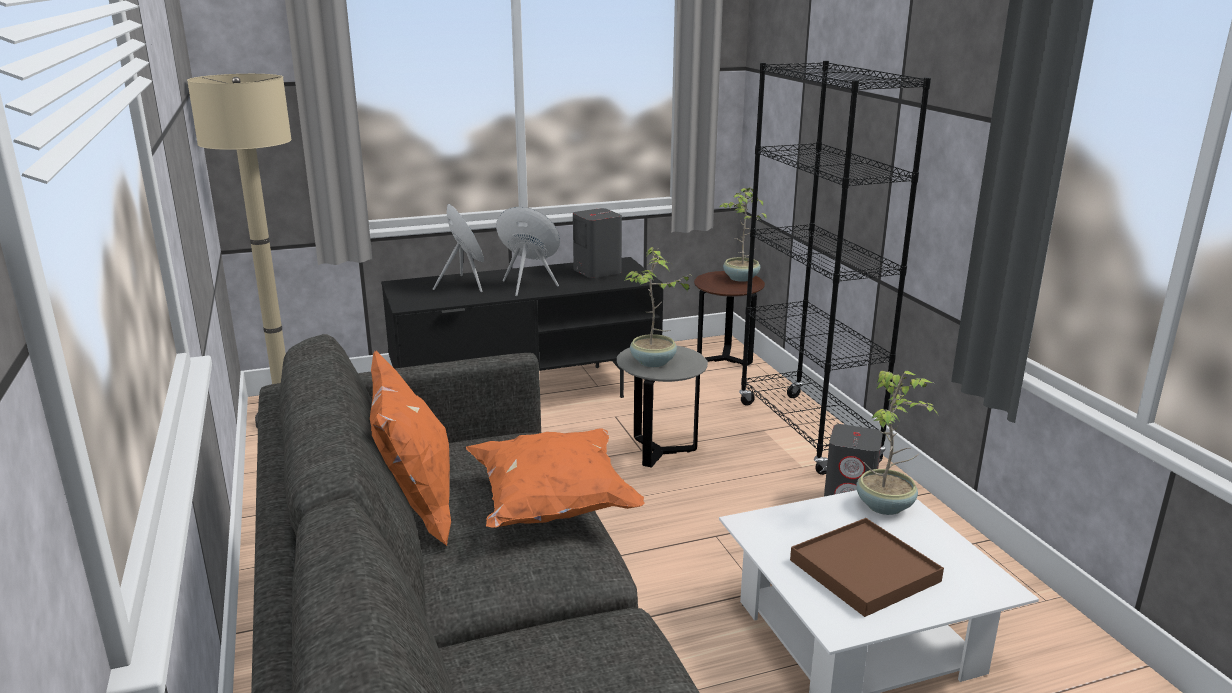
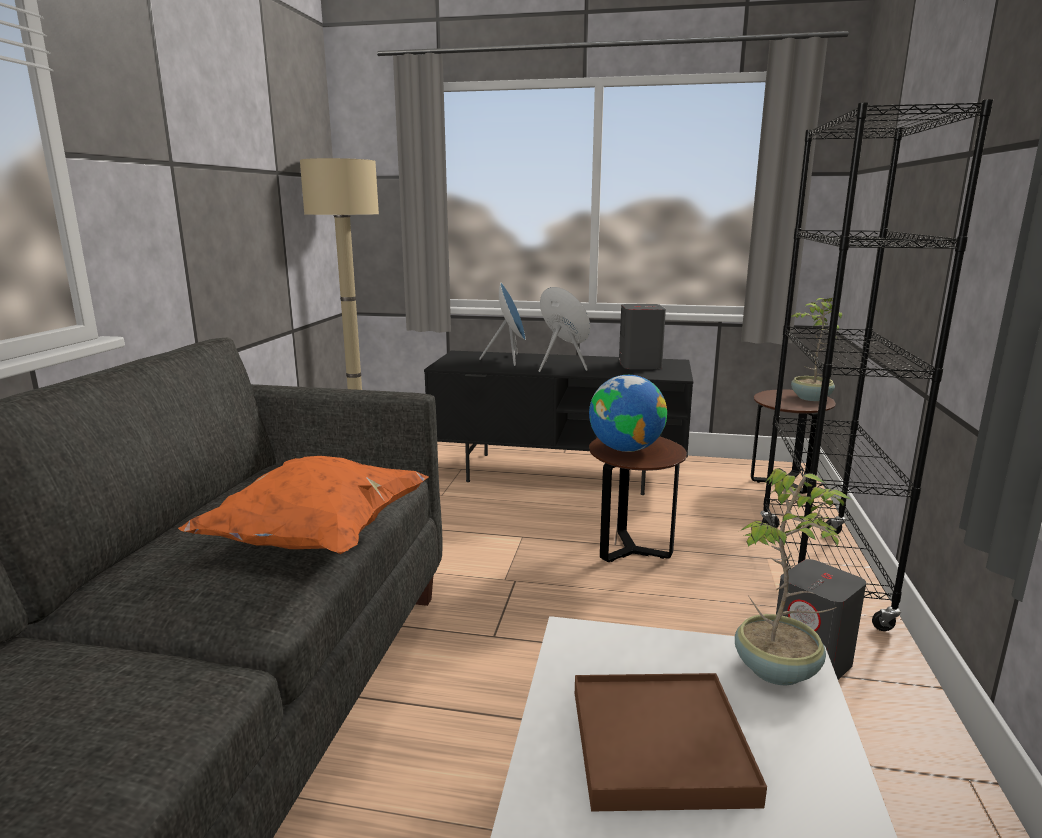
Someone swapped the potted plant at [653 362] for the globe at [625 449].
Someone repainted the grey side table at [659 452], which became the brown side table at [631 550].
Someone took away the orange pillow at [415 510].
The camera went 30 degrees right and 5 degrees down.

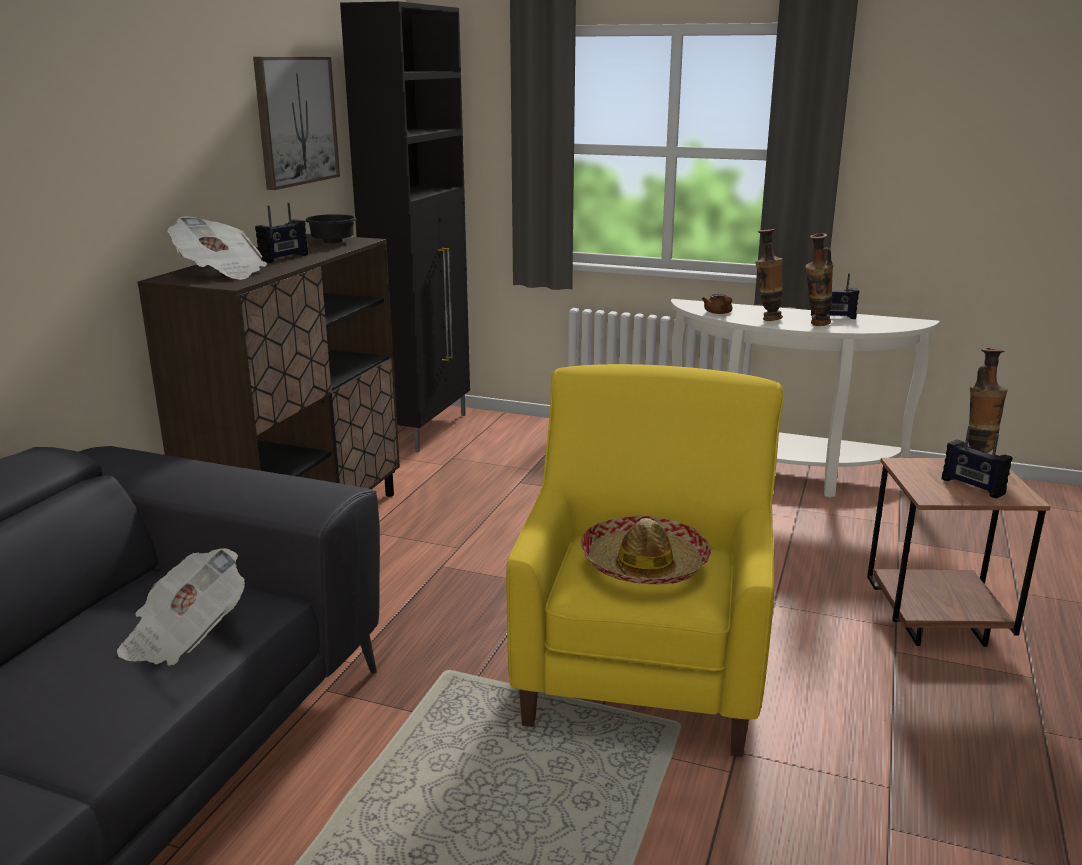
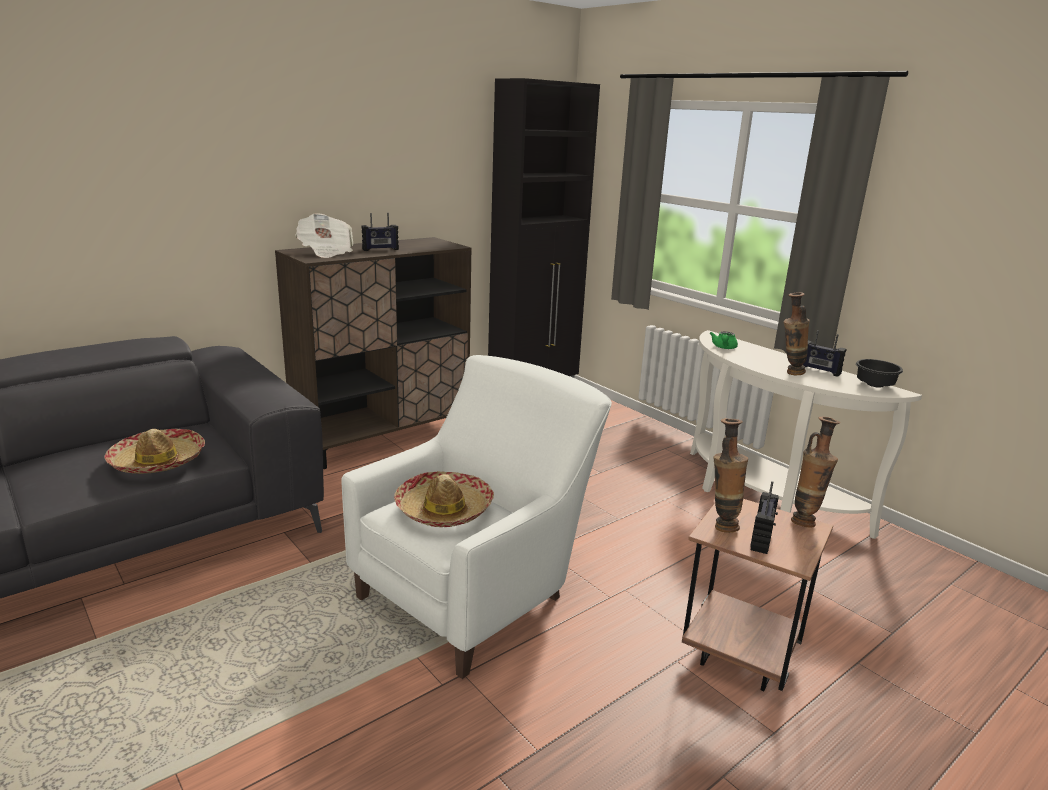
Someone swapped the newspaper at [185 636] for the hat at [158 461].
Someone repainted the yellow armchair at [644 664], which became the white armchair at [478 592].
Someone repainted the brown teapot at [719 313], which became the green teapot at [723 348].
Someone carried the vase from [766 319] to [721 525].
Someone rotated the radio at [972 487] by 150 degrees counterclockwise.
Someone carried the black bowl from [331 242] to [873 385].
Someone took away the picture at [296 121].
The camera went 30 degrees right and 0 degrees up.

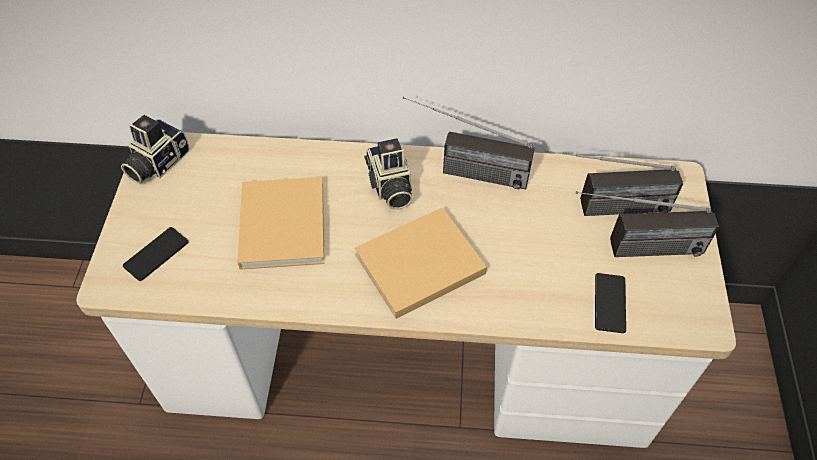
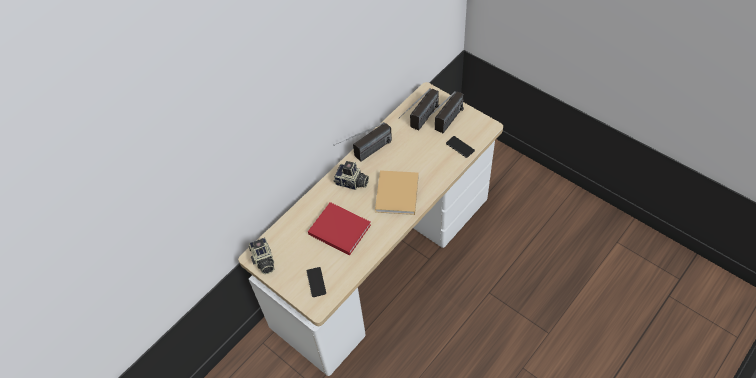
Someone repainted the beige book at [283 222], which became the red book at [338 229].
The camera went 50 degrees left and 0 degrees up.

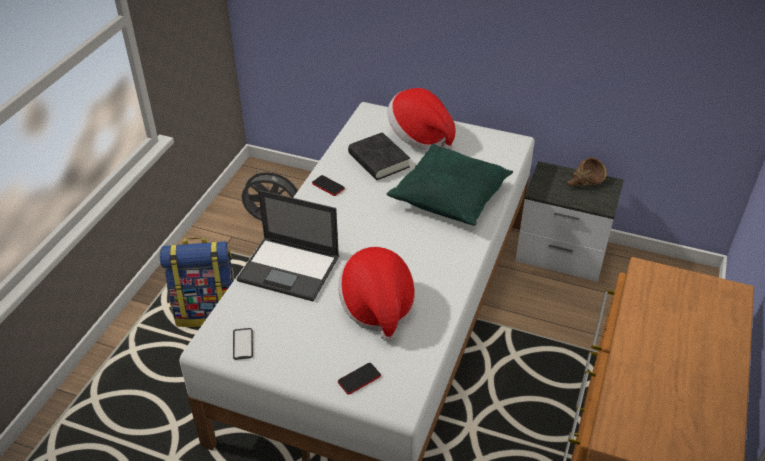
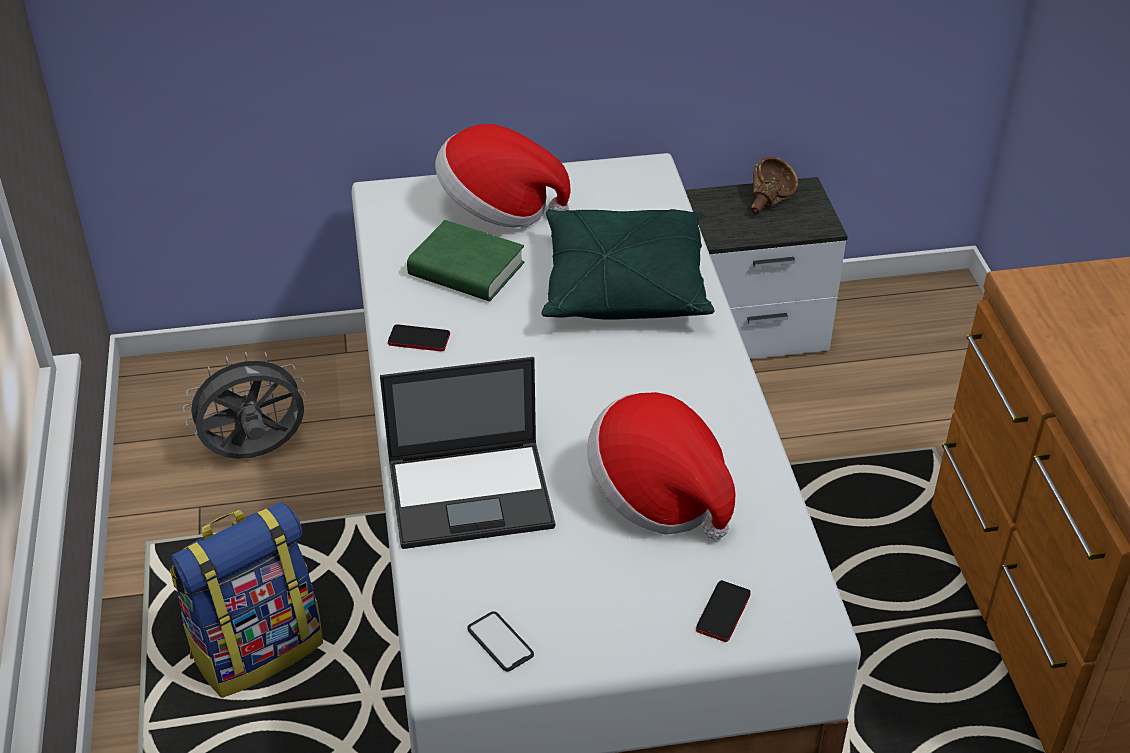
Someone repainted the black book at [378 161], which became the green book at [466 269].
The camera went 30 degrees left and 0 degrees up.

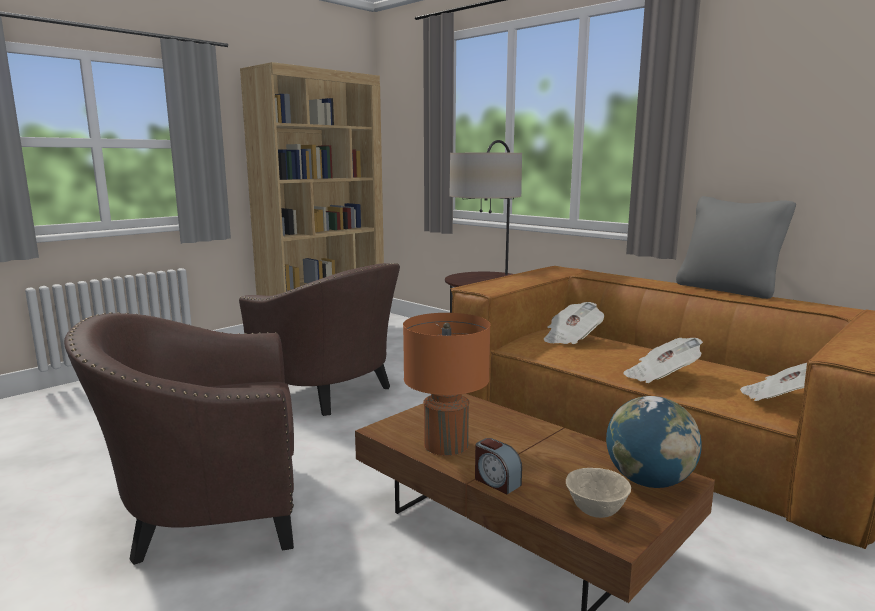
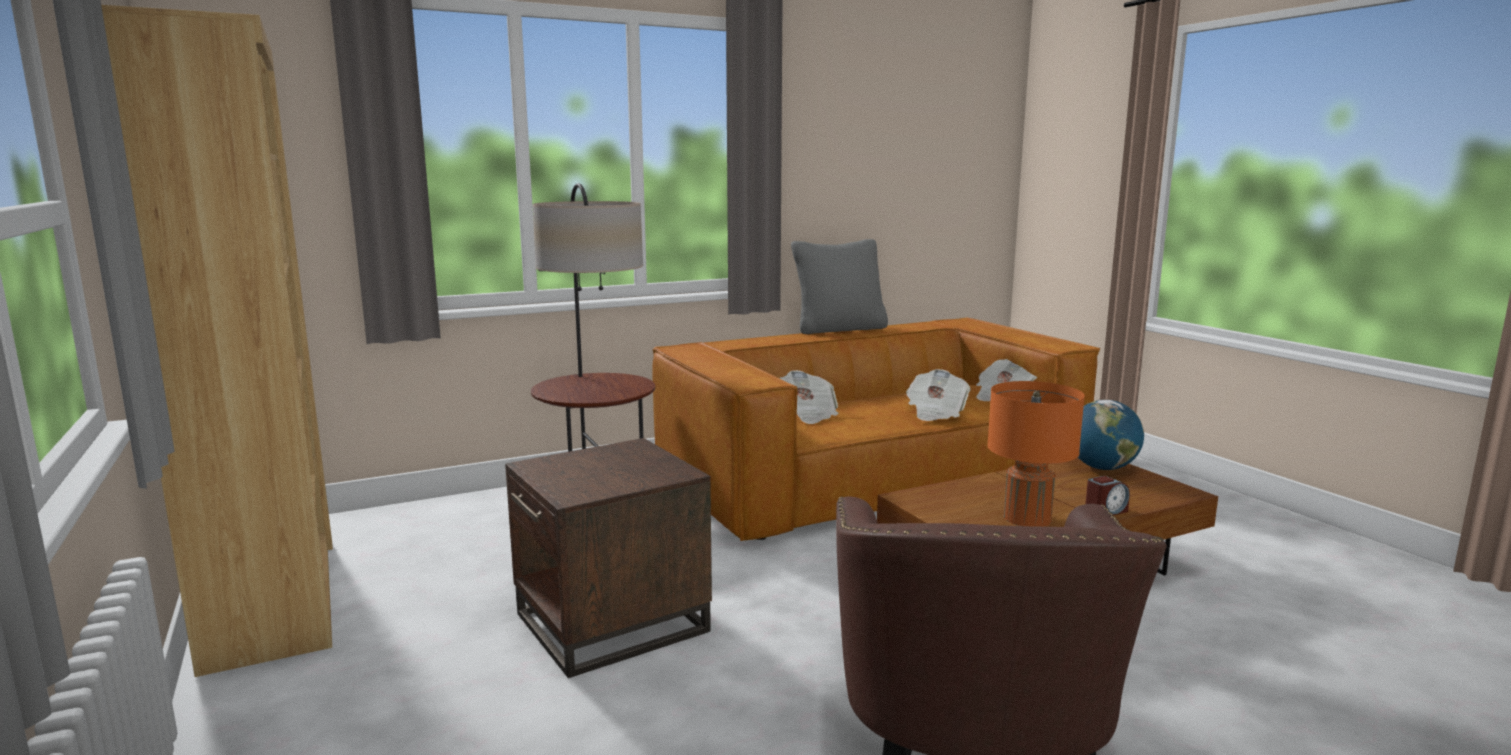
Someone swapped the brown armchair at [332 392] for the brown side table at [612 623].
Someone took away the beige bowl at [595 512].
The camera went 70 degrees left and 0 degrees up.

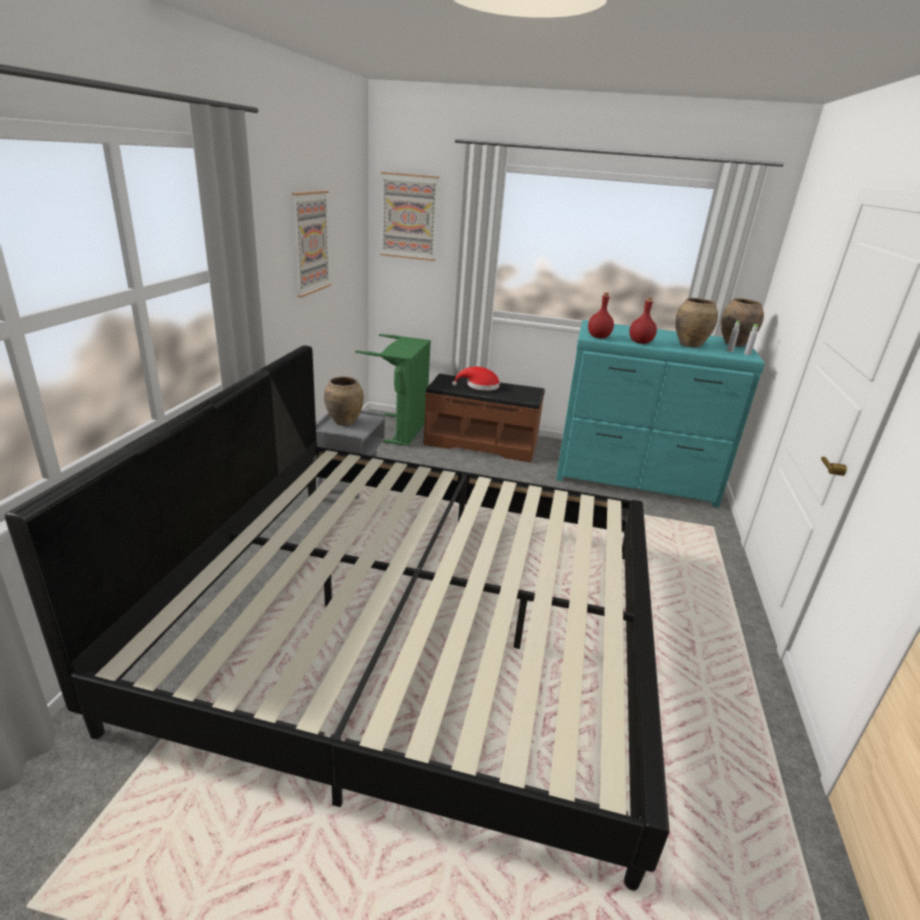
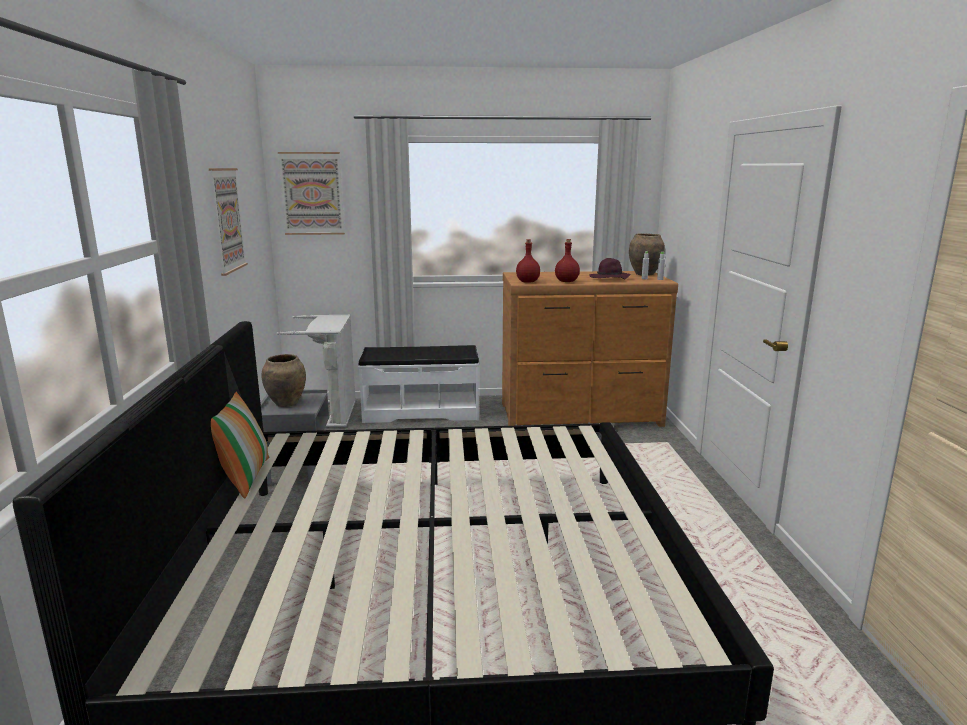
Someone put down the pillow at [242 477].
Someone repainted the green laundry basket at [400 431], which became the grey laundry basket at [332 414].
Someone repainted the brown bench at [481 443], which became the white bench at [421 412].
Someone repainted the turquoise dresser at [635 477], which became the brown dresser at [581 415].
Someone swapped the brown vase at [689 345] for the purple hat at [609 278].
Someone took away the red hat at [480 386].
The camera went 15 degrees left and 10 degrees down.

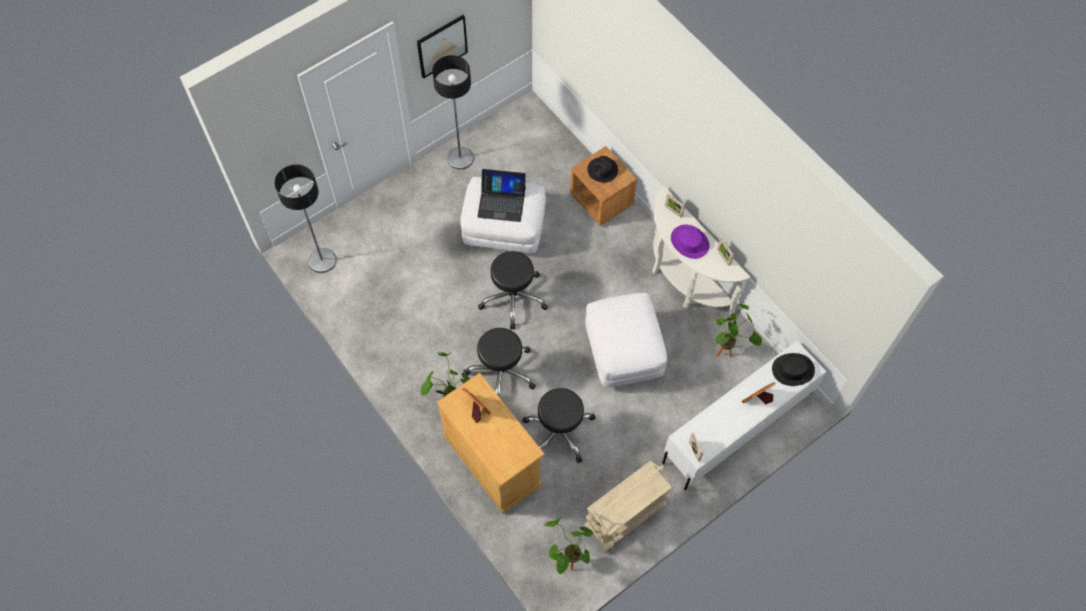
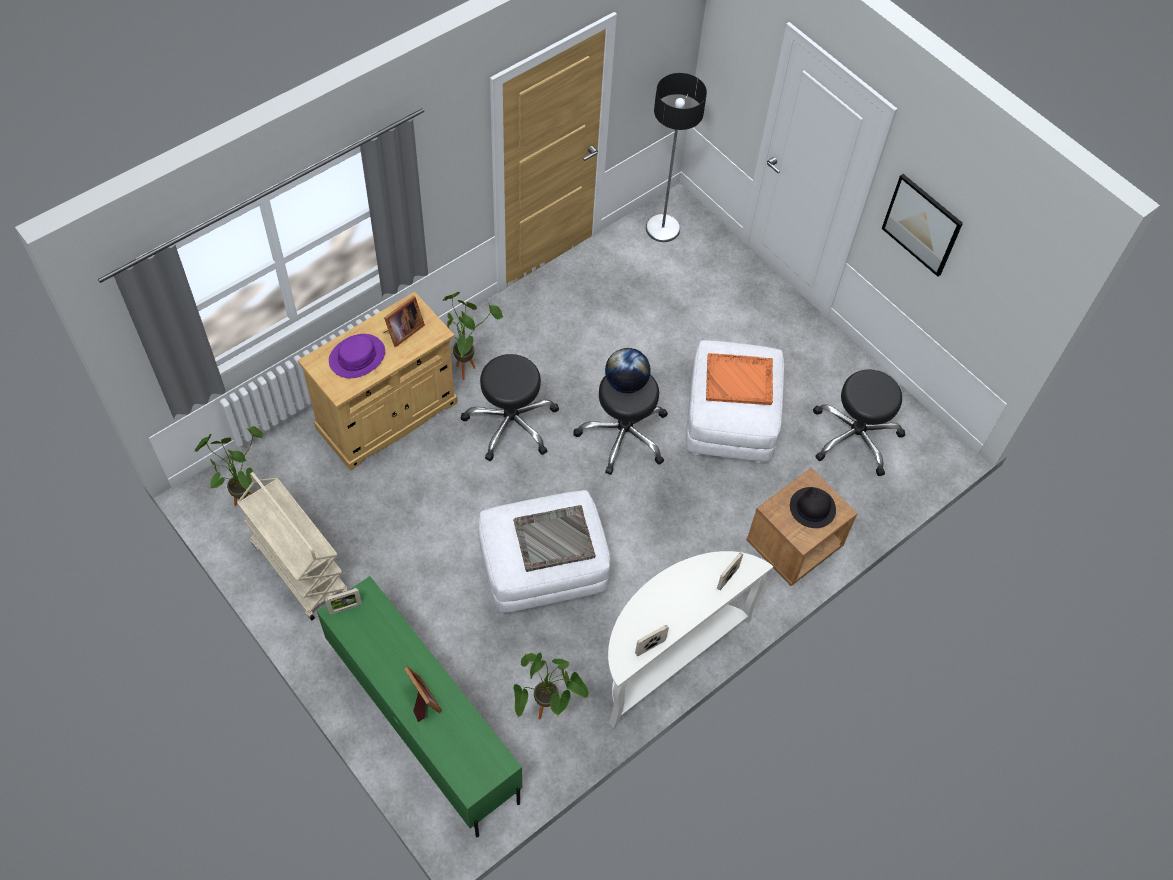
Someone repainted the white tv stand at [736 427], which became the green tv stand at [422 720].
Someone carried the purple hat from [689 242] to [357 357].
Someone put down the grey tray at [553 539].
Someone put down the globe at [626 383].
Someone swapped the laptop at [501 202] for the orange tray at [740 380].
Someone carried the black stool from [559 431] to [855 436].
Someone took away the floor lamp at [460 158].
Someone took away the black hat at [793 369].
The camera went 85 degrees right and 5 degrees down.

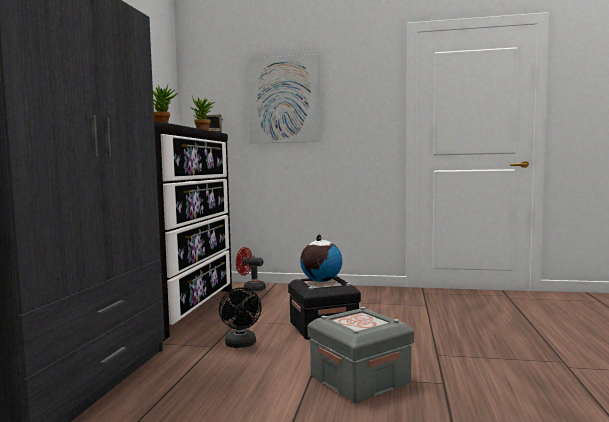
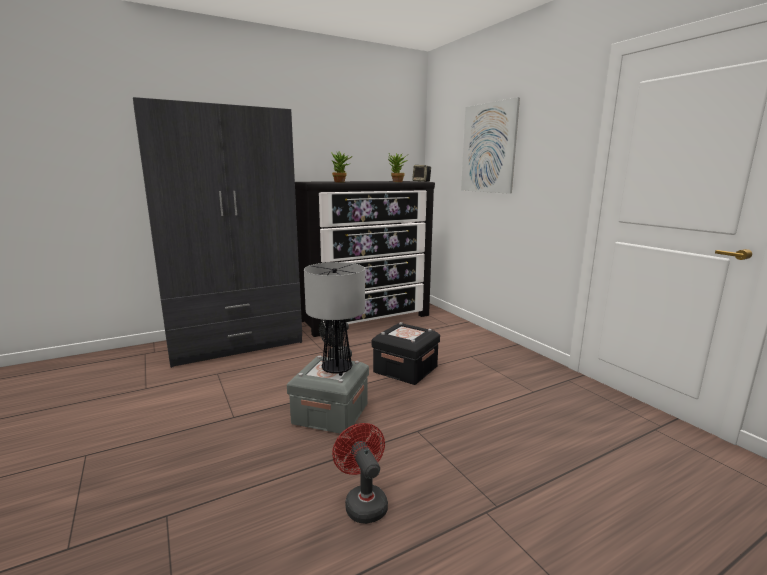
Someone put down the table lamp at [336 370].
Someone carried the red fan from [250 288] to [363 502].
Someone took away the globe at [321 281].
The camera went 50 degrees right and 10 degrees up.

